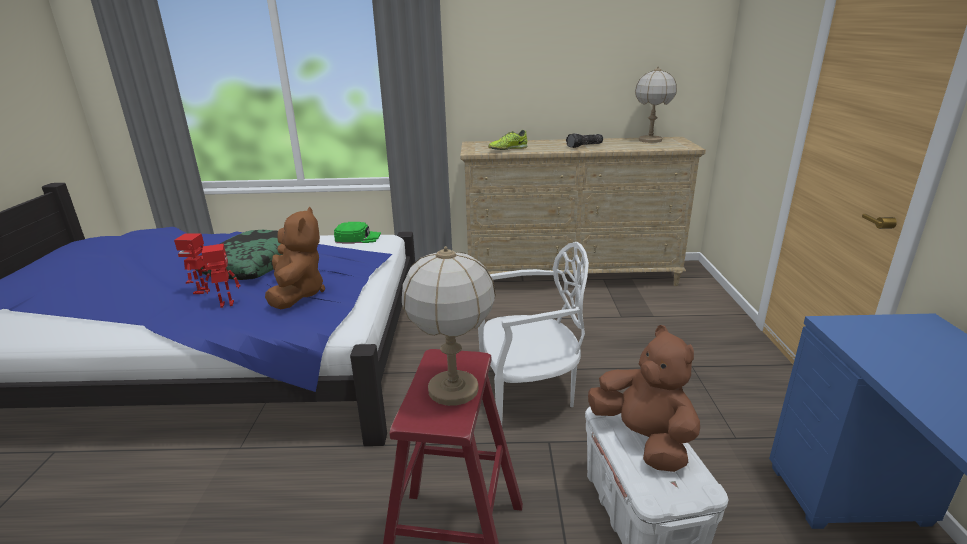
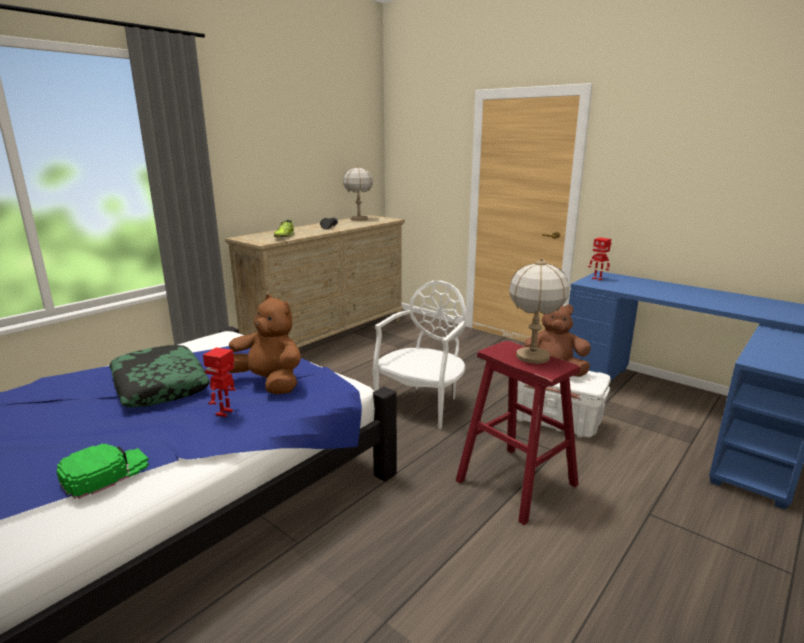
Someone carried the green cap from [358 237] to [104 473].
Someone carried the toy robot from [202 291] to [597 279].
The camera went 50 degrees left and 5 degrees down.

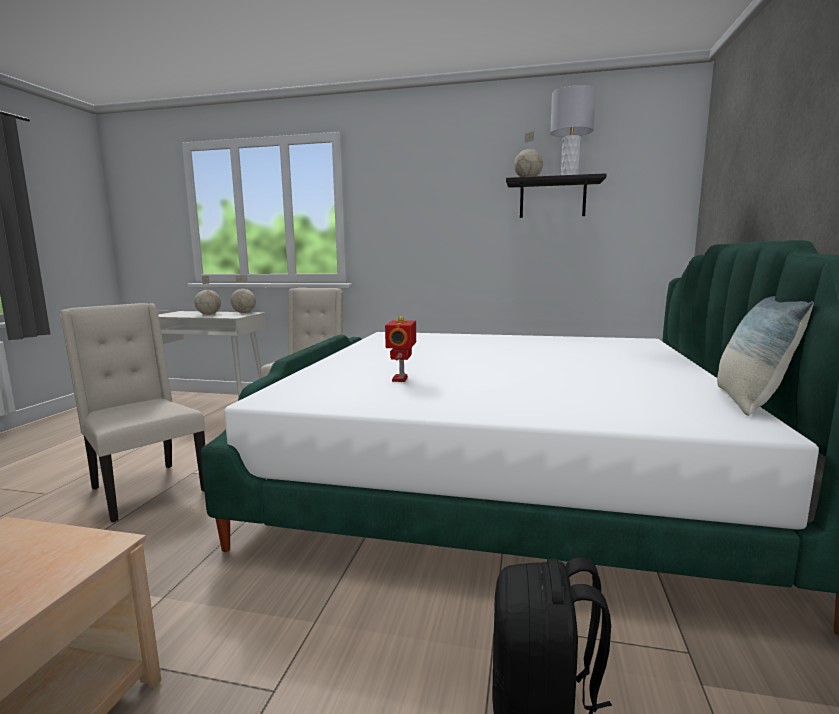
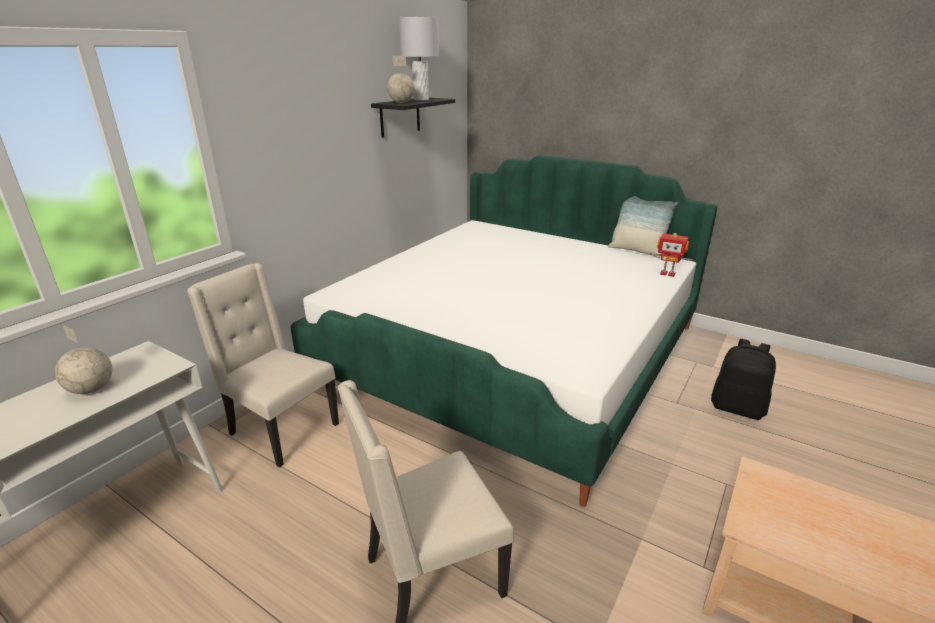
Someone carried the toy robot from [401 379] to [667 274].
Someone took away the globe at [244 313].
The camera went 70 degrees left and 15 degrees up.

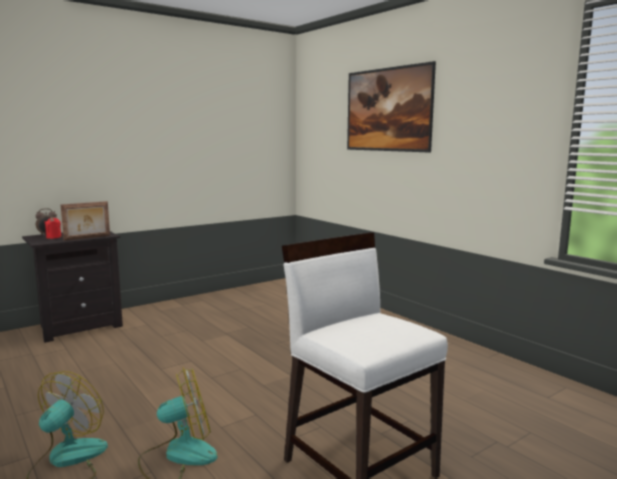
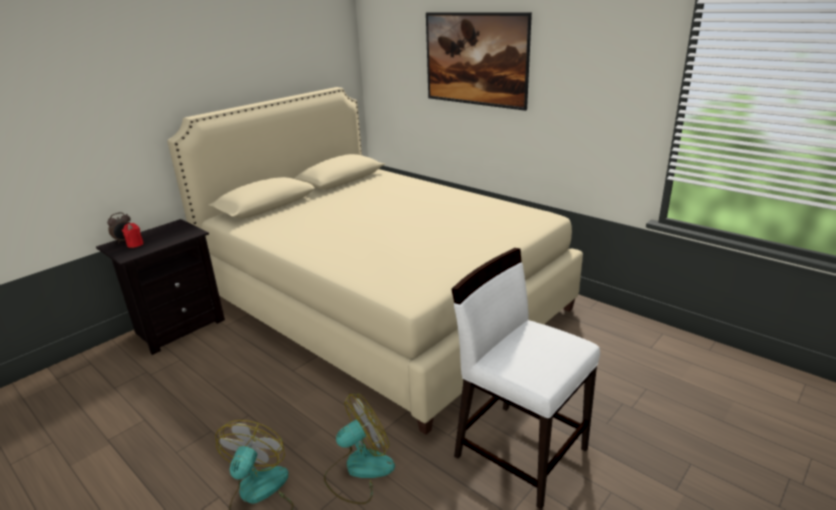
Someone put down the beige bed at [384 304].
Someone took away the picture frame at [87 238].
The camera went 10 degrees left and 15 degrees up.

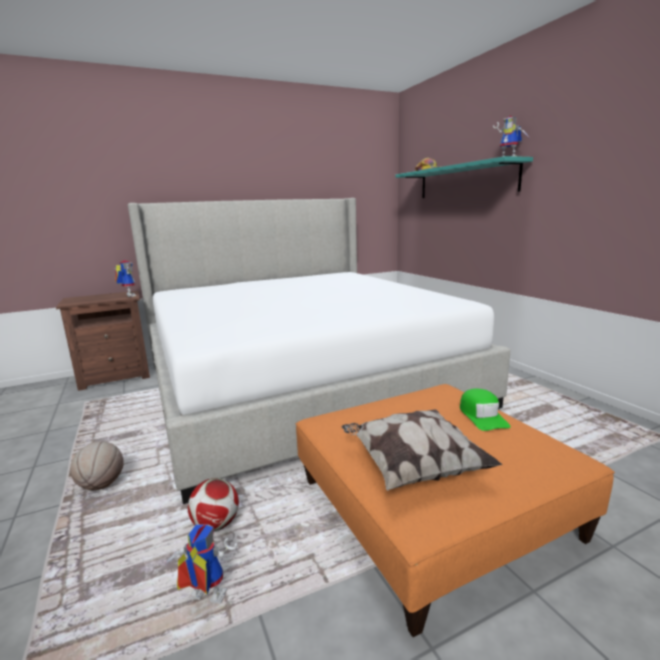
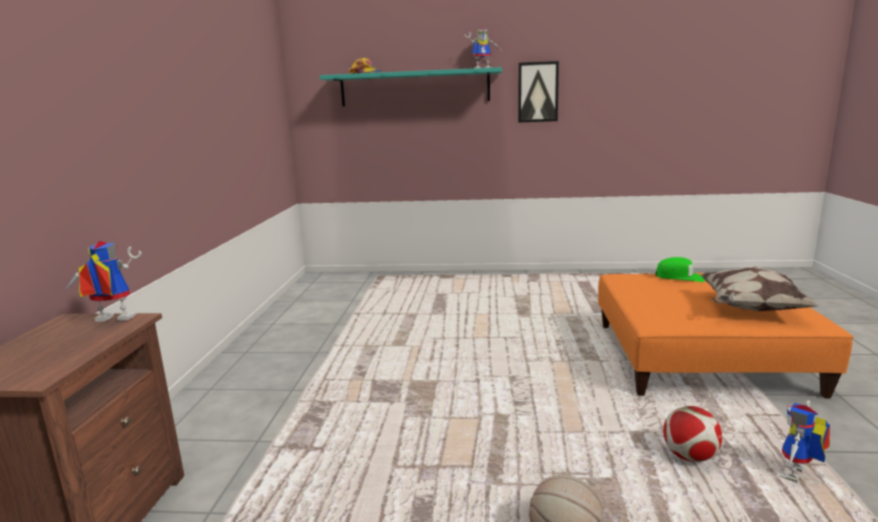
Someone put up the picture at [538 92].
Someone took away the bed at [300 382].
The camera went 60 degrees left and 0 degrees up.

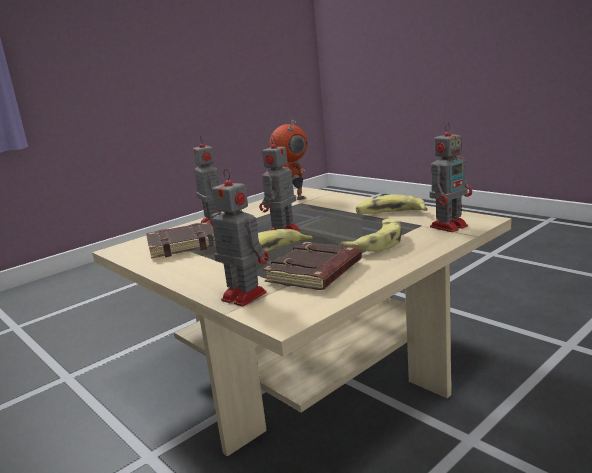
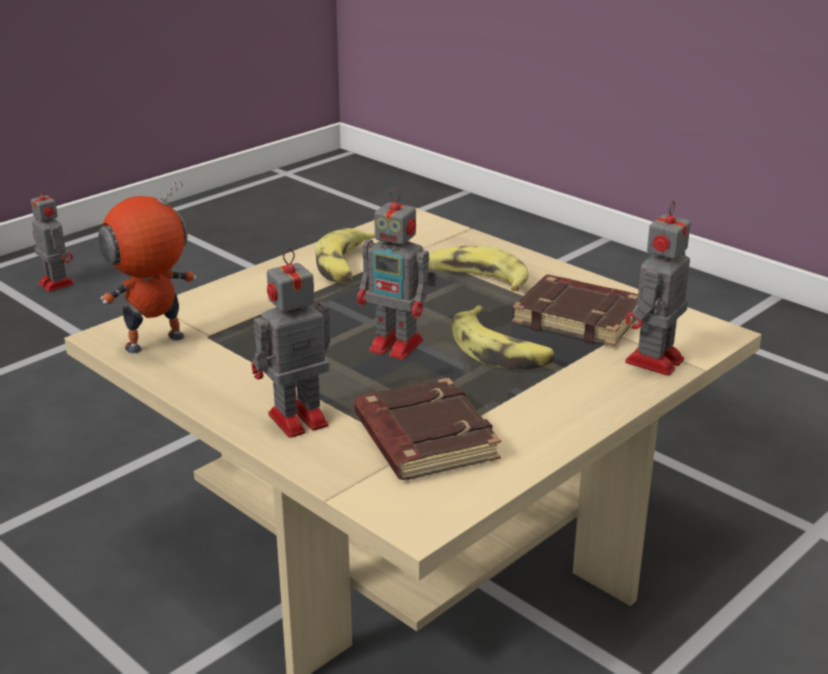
Someone carried the toy robot from [449 226] to [55 283].
The camera went 95 degrees left and 10 degrees up.

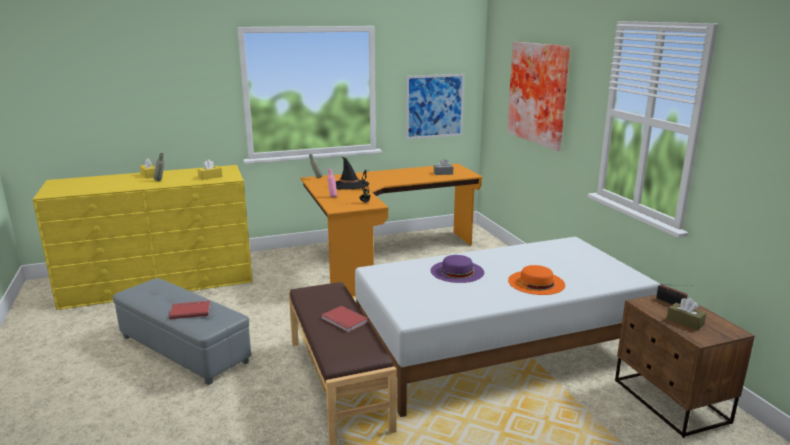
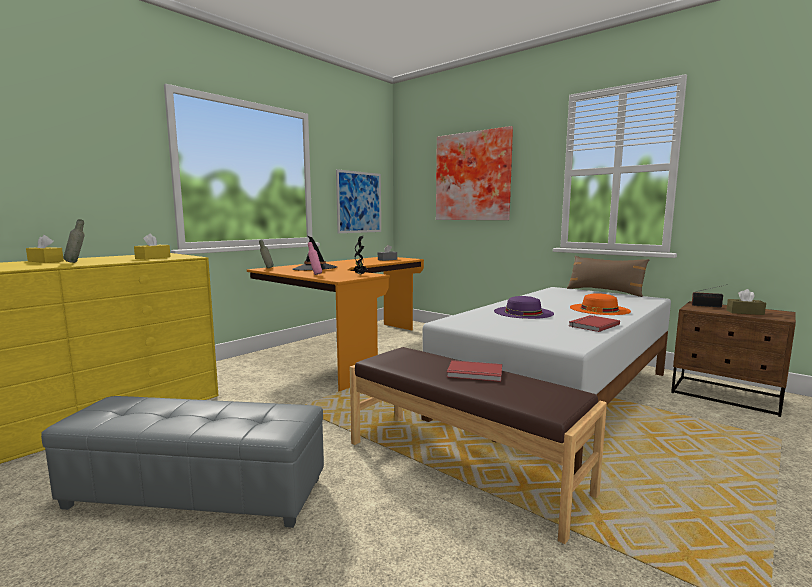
Someone put down the brown pillow at [605 291].
Someone carried the red book from [190 311] to [592 325].
The camera went 30 degrees left and 10 degrees down.

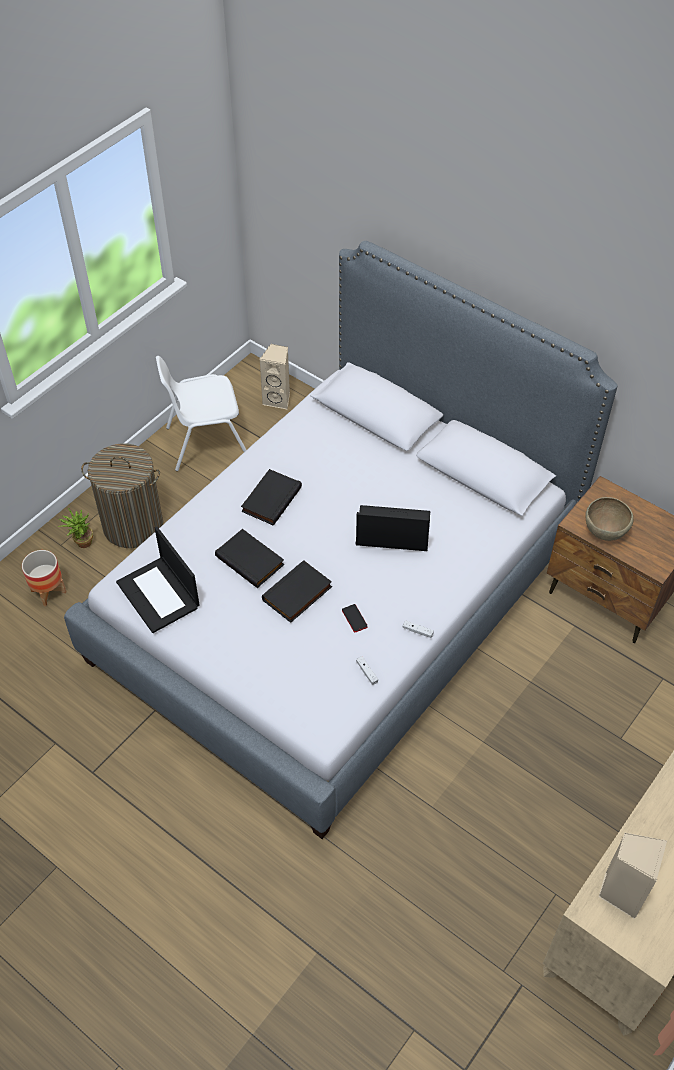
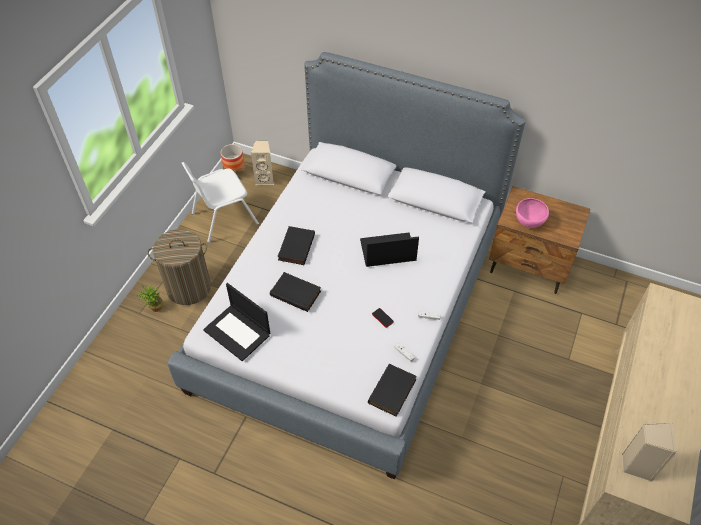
Someone carried the planter from [48 591] to [235 173].
Someone carried the black book from [298 594] to [393 392].
Someone repainted the brown bowl at [604 532], which became the pink bowl at [529 222].
The camera went 15 degrees left and 0 degrees up.

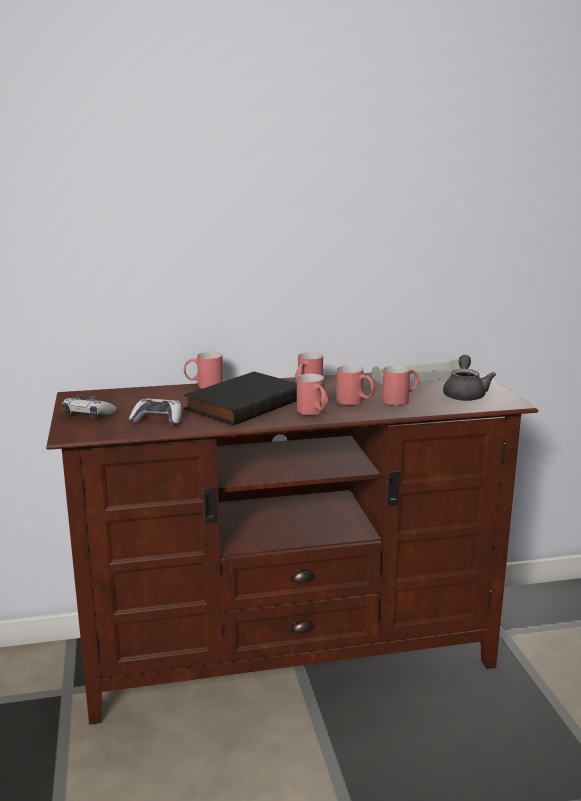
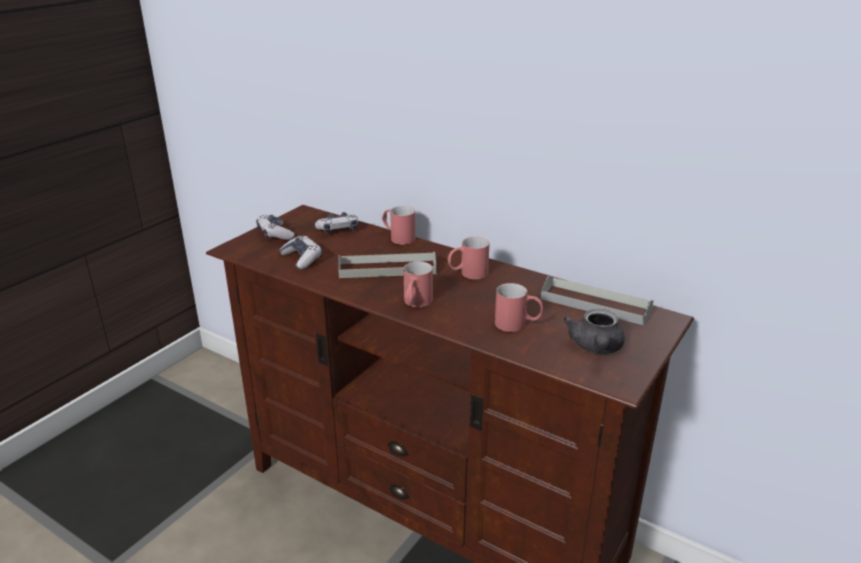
Someone put down the game controller at [338 229].
Someone swapped the black book at [243 403] for the grey tray at [387 269].
Someone rotated the grey teapot at [465 394] by 135 degrees clockwise.
Someone took away the red mug at [355 402].
The camera went 45 degrees right and 10 degrees up.

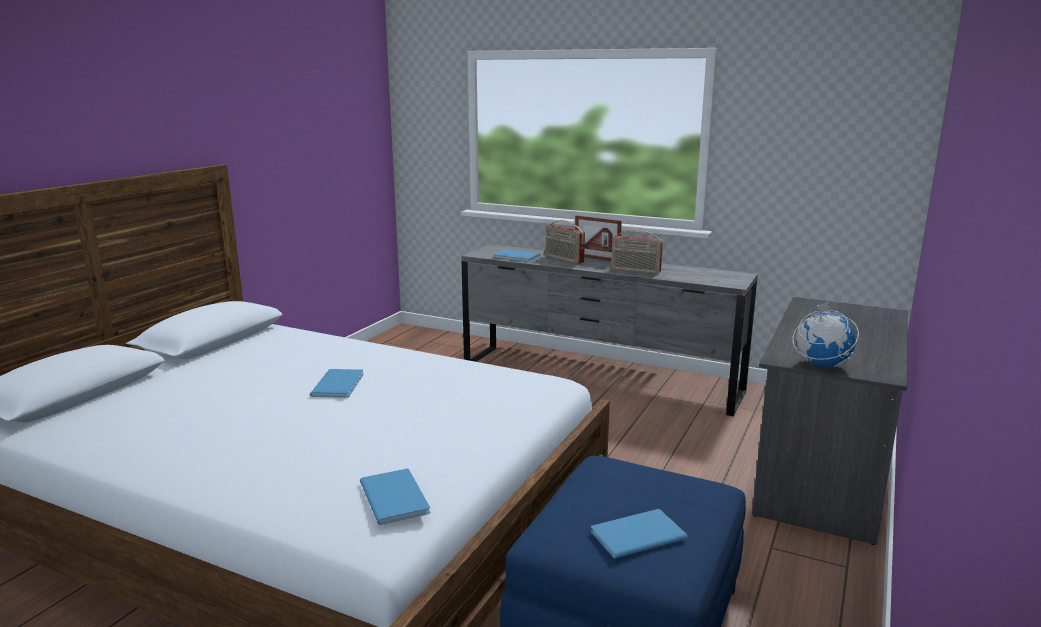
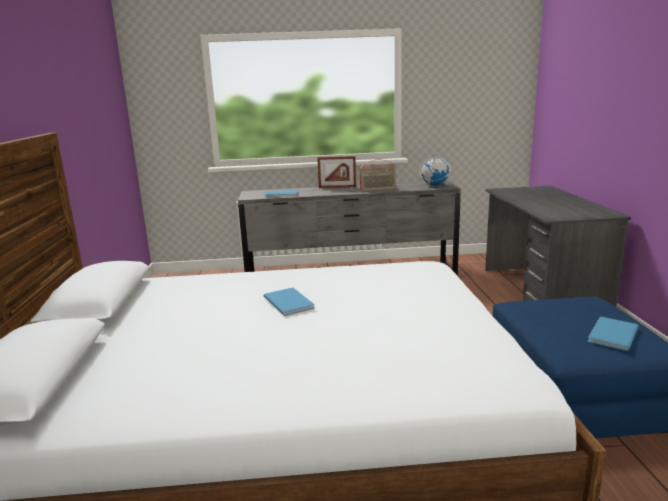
Someone carried the globe from [821 365] to [434 185].
Someone took away the blue book at [396 496].
Someone took away the radio at [563 259].
The camera went 30 degrees left and 0 degrees up.

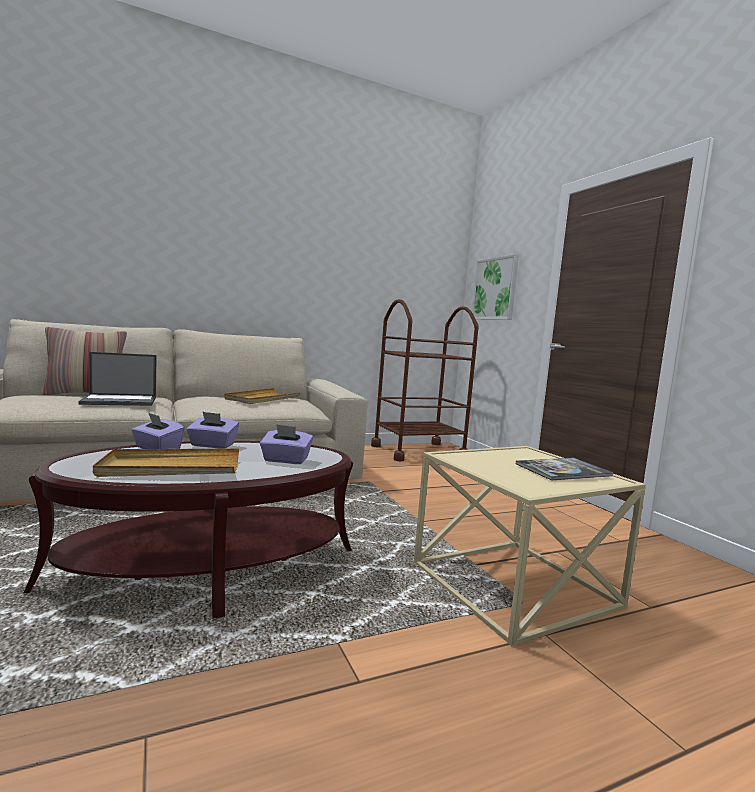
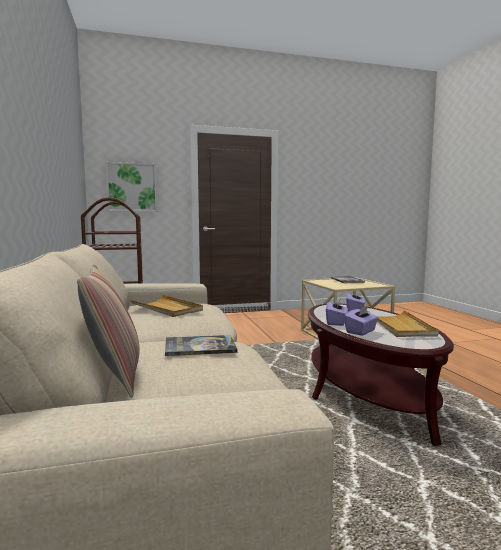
Someone swapped the laptop at [121 401] for the book at [200 346].
The camera went 80 degrees left and 0 degrees up.

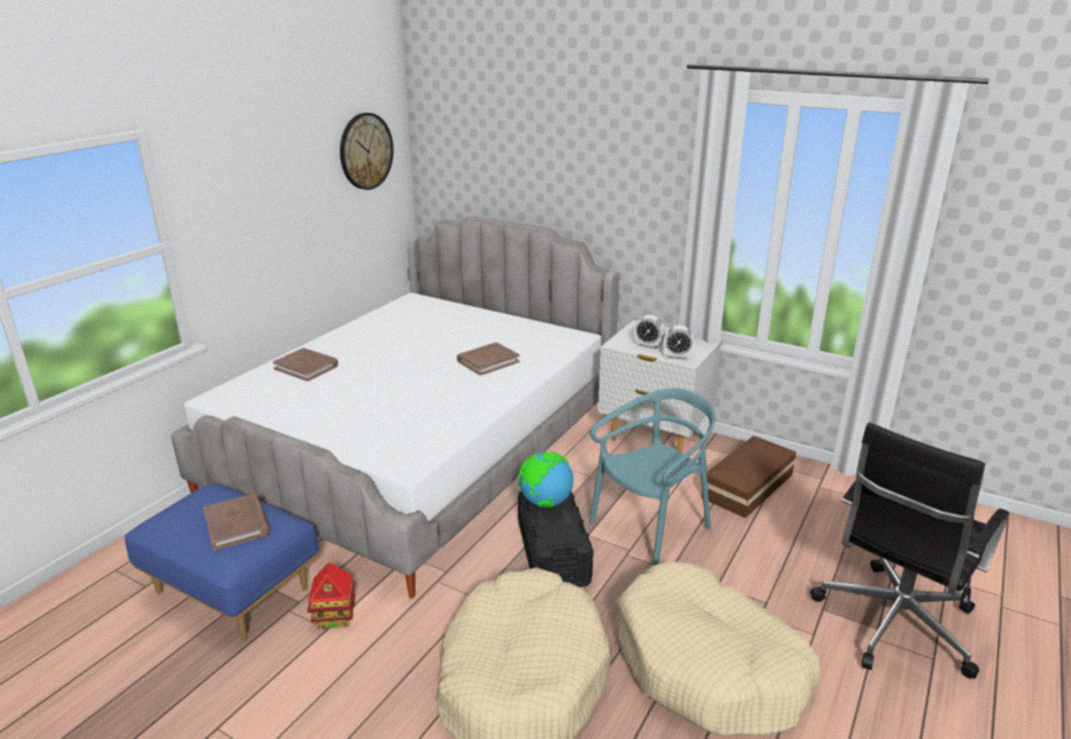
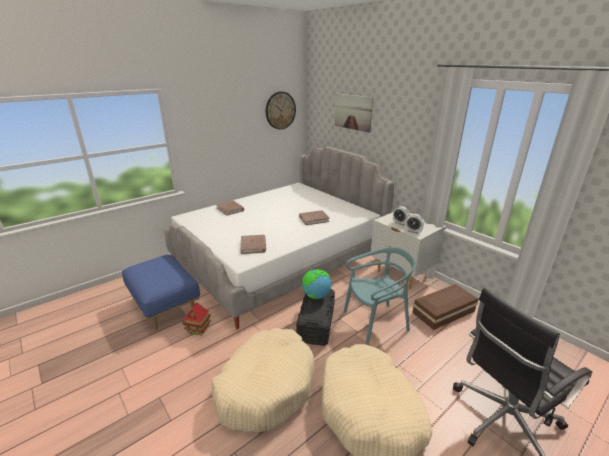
Someone carried the brown book from [237 524] to [253 246].
Someone put up the picture at [353 112].
The camera went 20 degrees right and 0 degrees up.

